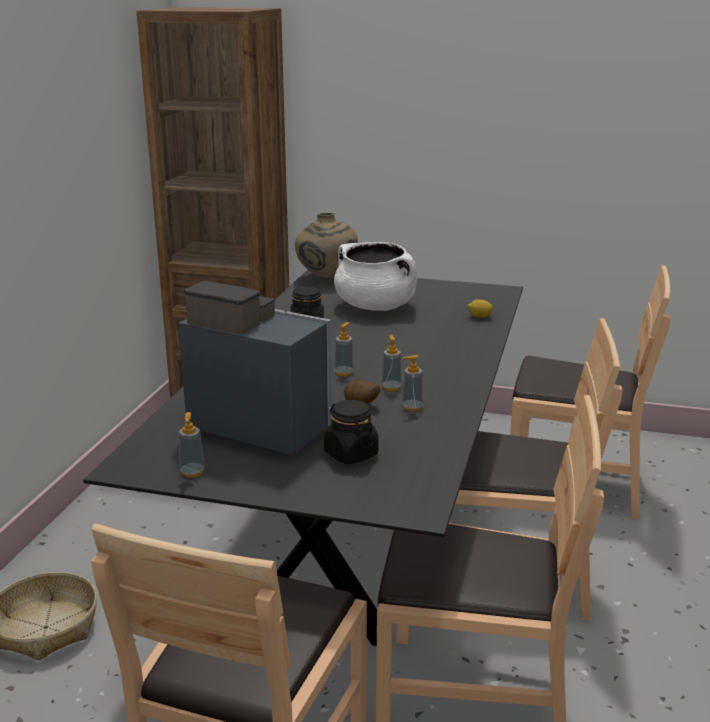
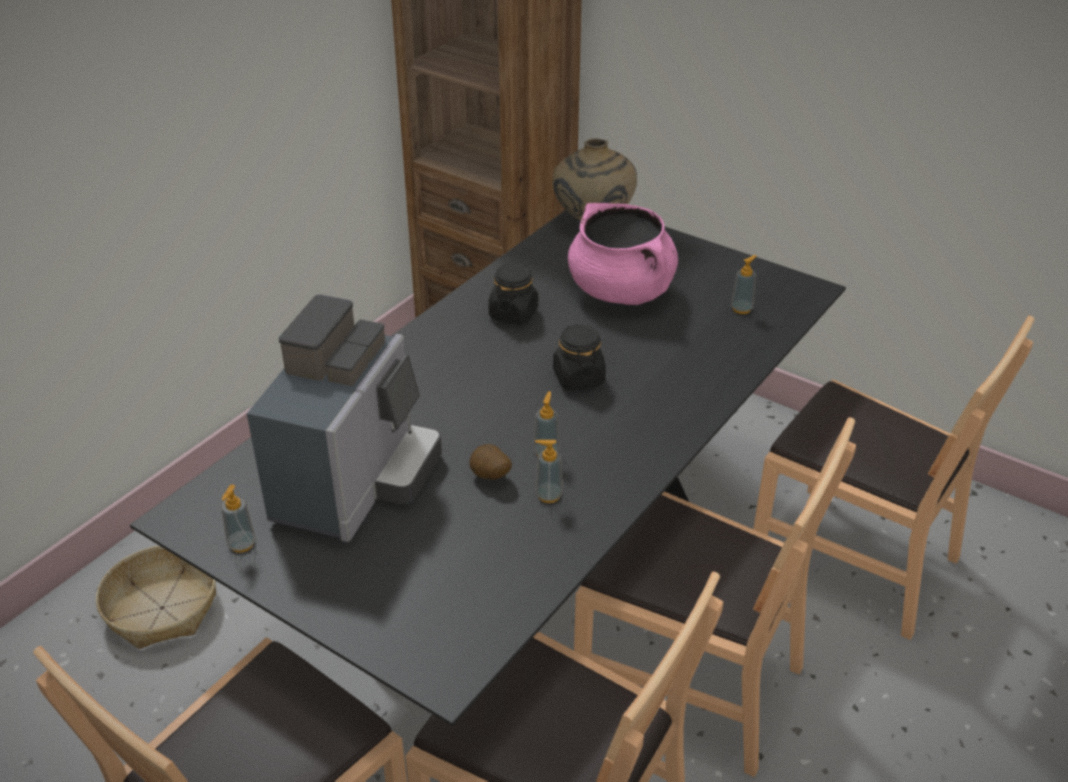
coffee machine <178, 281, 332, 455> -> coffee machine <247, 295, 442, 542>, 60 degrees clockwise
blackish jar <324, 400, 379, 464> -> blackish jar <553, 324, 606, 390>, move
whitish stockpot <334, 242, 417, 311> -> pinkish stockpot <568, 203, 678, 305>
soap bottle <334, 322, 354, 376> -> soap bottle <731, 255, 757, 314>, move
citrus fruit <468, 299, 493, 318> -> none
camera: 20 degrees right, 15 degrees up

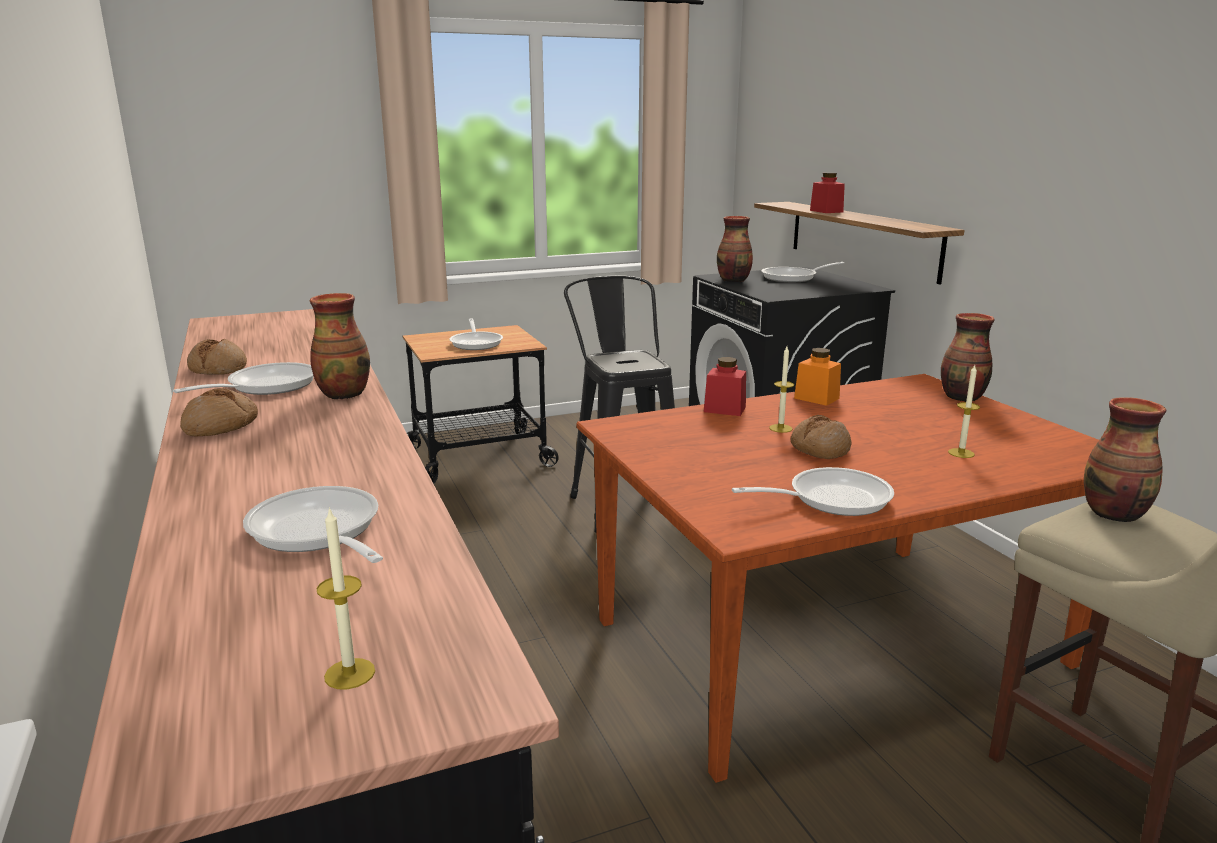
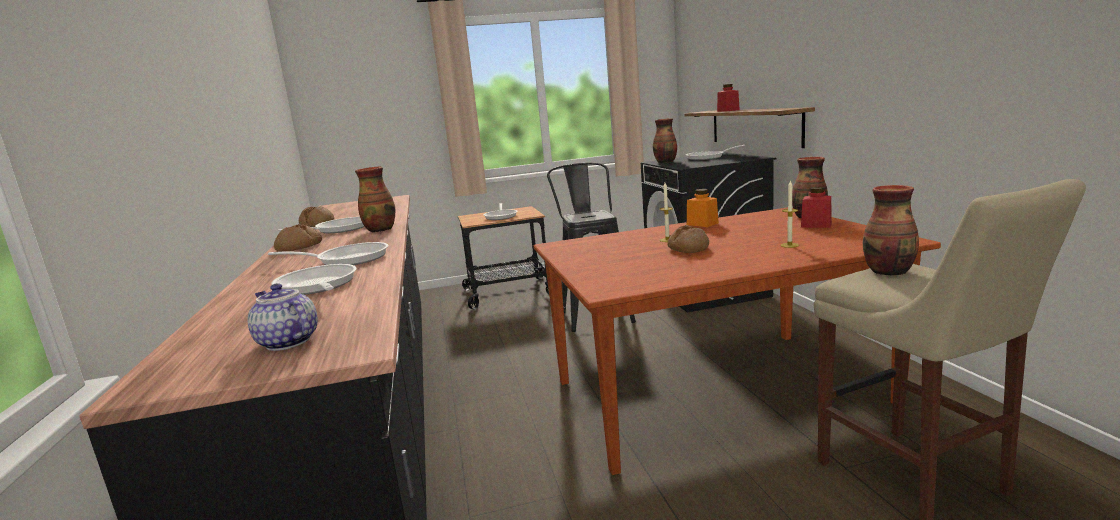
wax candle <317, 507, 375, 690> -> pot for tea <248, 283, 318, 351>
red-coloured jar <704, 357, 746, 416> -> red-coloured jar <801, 187, 832, 228>, move
frying pan <732, 467, 894, 516> -> frying pan <268, 242, 389, 265>, move
camera: 10 degrees right, 5 degrees down

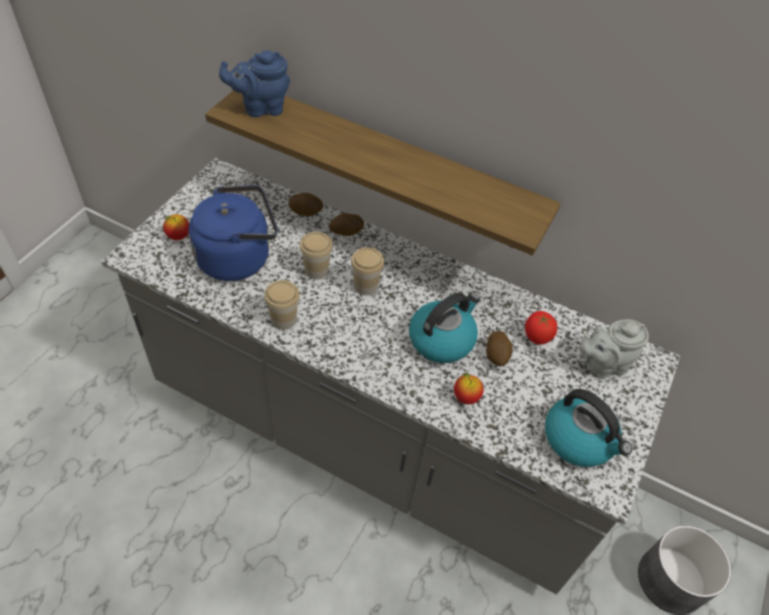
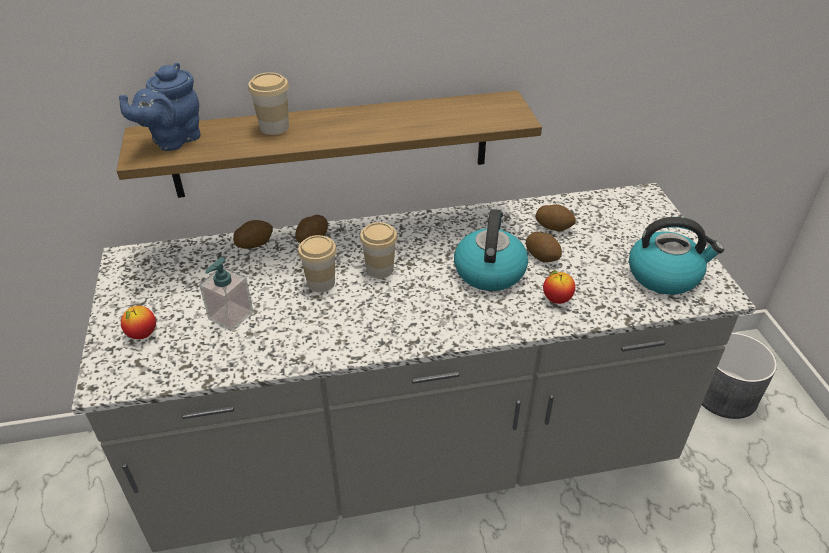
bluish tea kettle <189, 185, 278, 281> -> soap bottle <199, 257, 253, 331>
cup <264, 280, 300, 330> -> cup <248, 72, 289, 135>, move
tomato <525, 311, 557, 345> -> potato <535, 204, 576, 231>
gray pot for tea <579, 319, 649, 379> -> none
camera: 35 degrees left, 10 degrees down

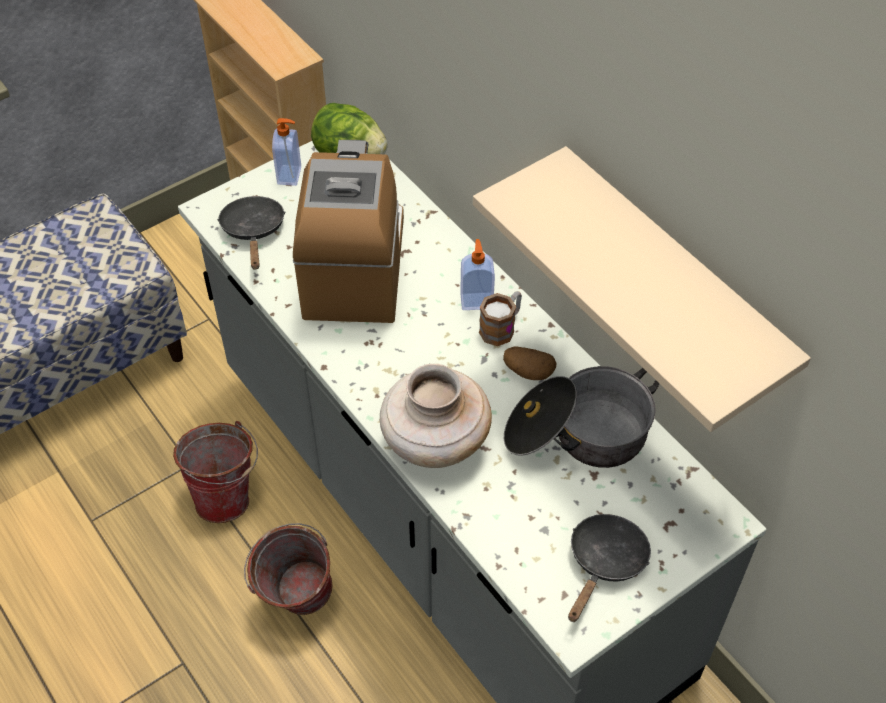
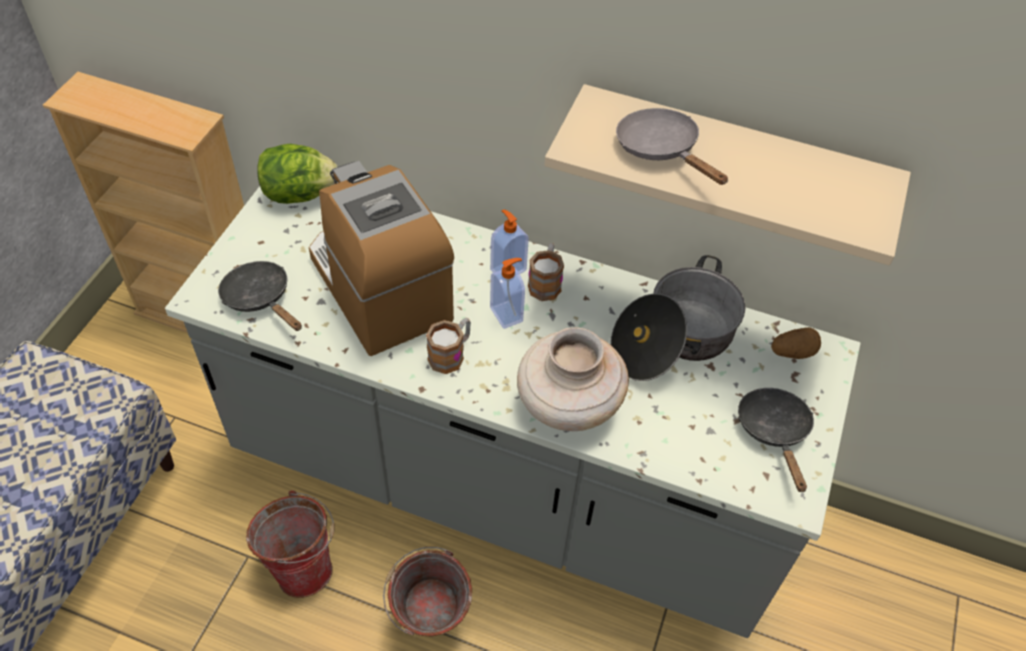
soap bottle <272, 118, 301, 186> -> soap bottle <490, 258, 525, 329>, move
potato <503, 346, 556, 380> -> potato <771, 327, 821, 359>, move
none -> coffee mug <426, 318, 471, 374>
none -> gray frying pan <616, 108, 728, 185>
camera: 35 degrees left, 0 degrees up

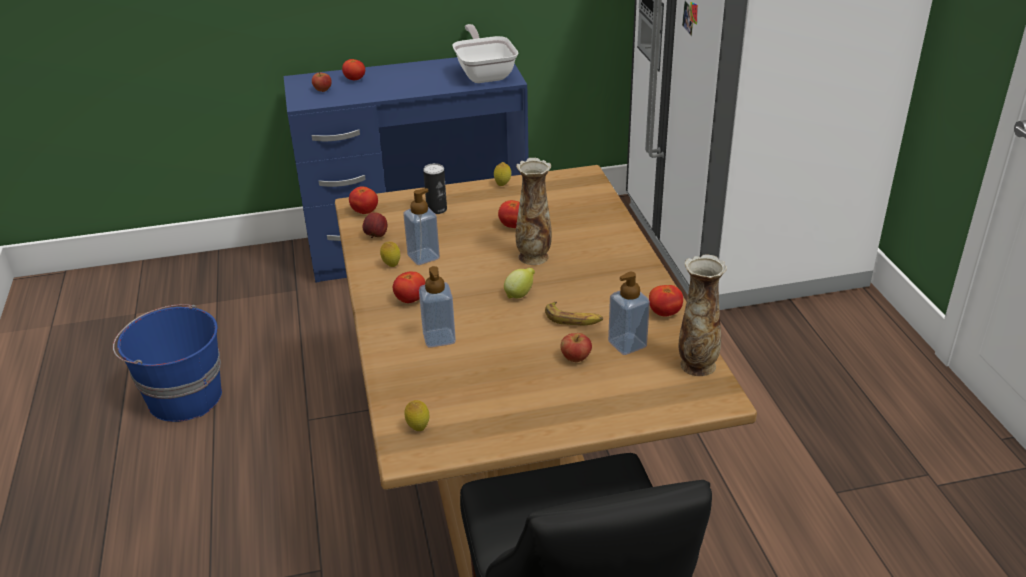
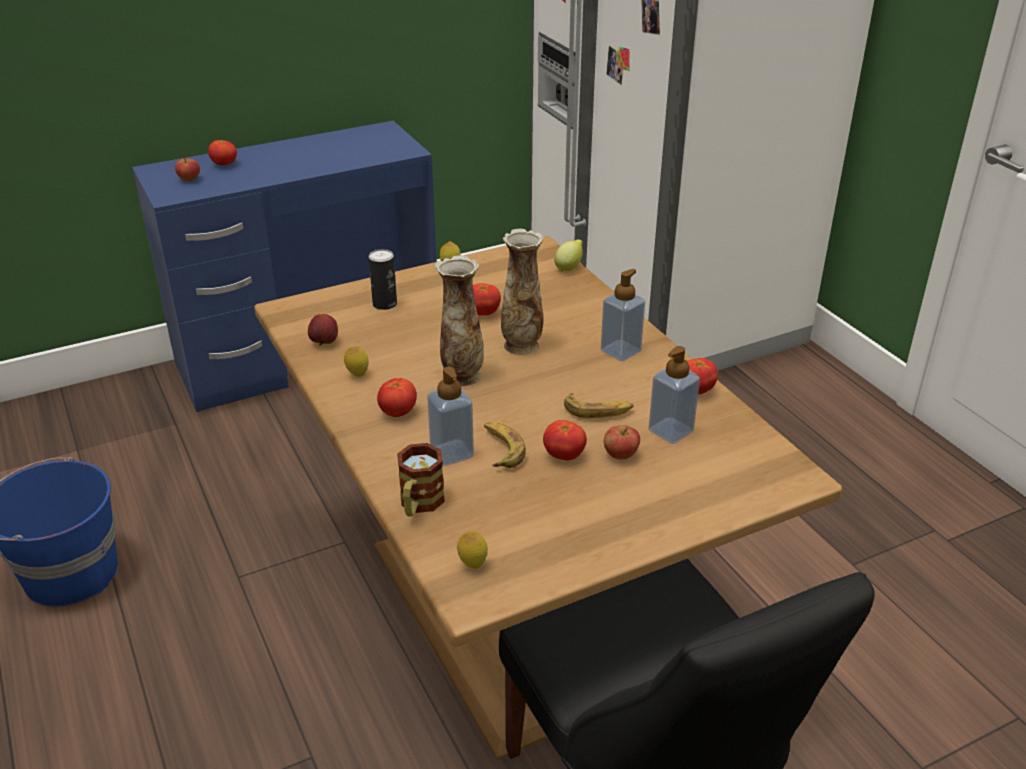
tomato <349, 186, 378, 214> -> tomato <543, 420, 587, 461>, move
soap bottle <403, 188, 440, 265> -> soap bottle <601, 269, 645, 361>, move
frying pan <452, 24, 518, 83> -> none
citrus fruit <504, 268, 535, 298> -> citrus fruit <554, 240, 583, 272>, move
decorative vase <679, 255, 727, 376> -> decorative vase <435, 255, 484, 386>, move
none -> coffee mug <397, 443, 445, 517>
none -> whole banana <484, 422, 526, 468>
camera: 15 degrees left, 0 degrees up

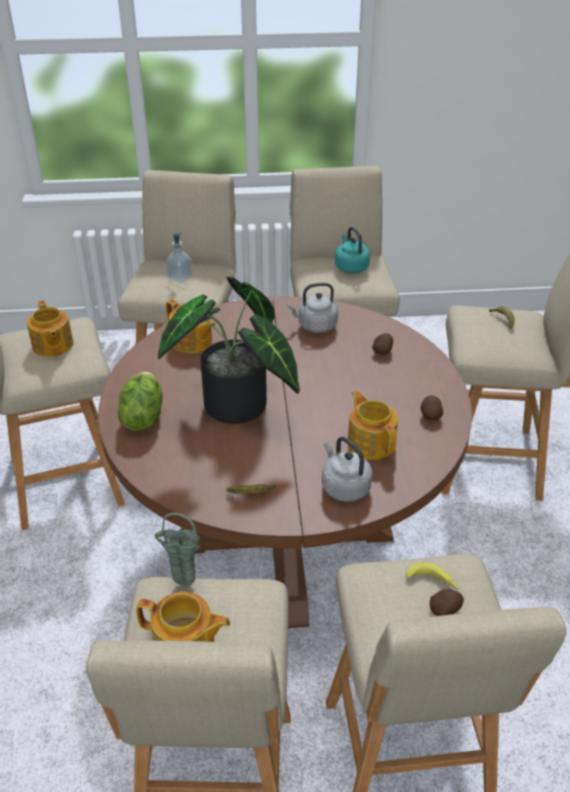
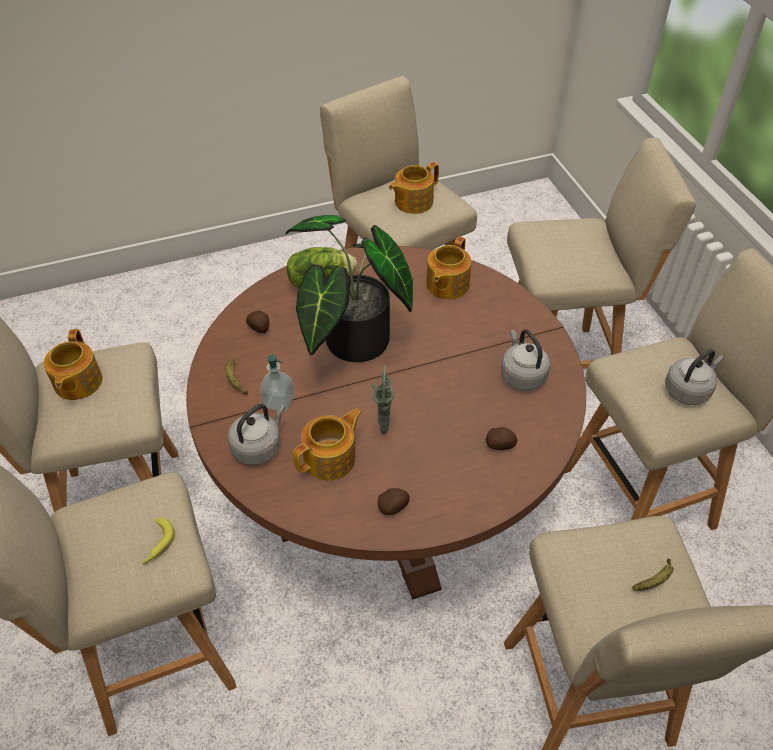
greenish decorative vase <154, 513, 201, 586> -> greenish decorative vase <372, 364, 394, 434>, move
soap bottle <166, 233, 192, 282> -> soap bottle <260, 355, 294, 412>, move
turquoise tea kettle <335, 227, 370, 274> -> gray tea kettle <665, 349, 724, 405>
potato <430, 589, 464, 616> -> potato <246, 311, 269, 333>, move
camera: 75 degrees right, 10 degrees up

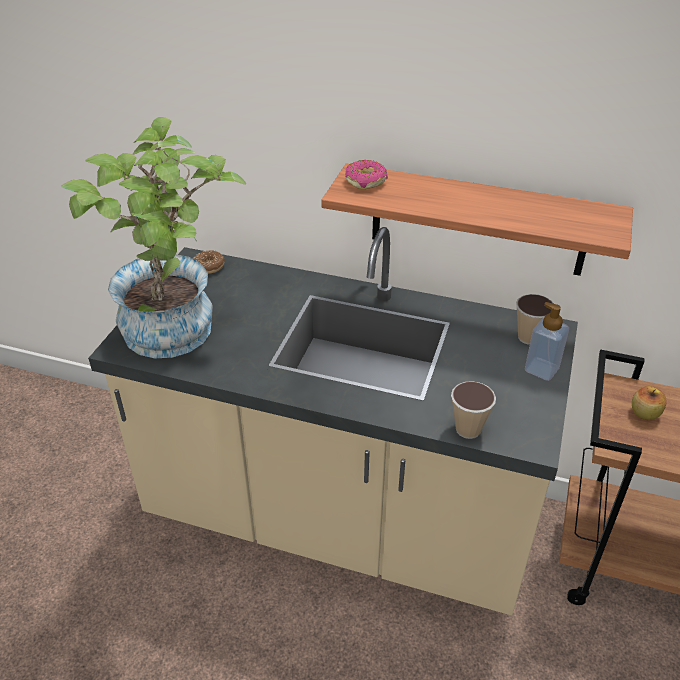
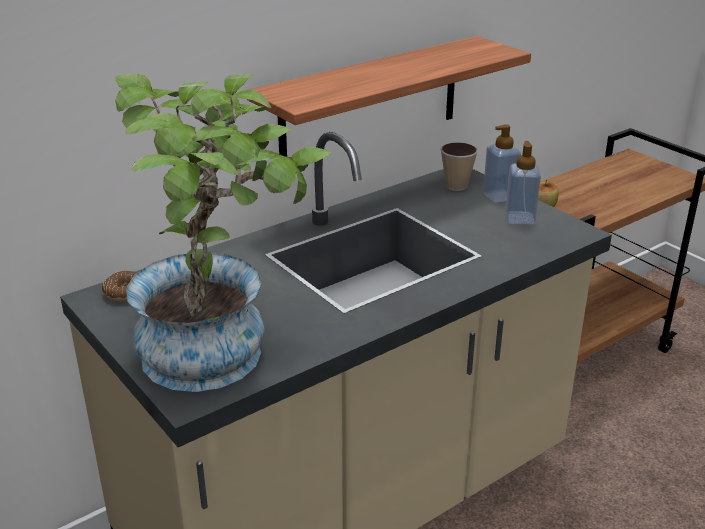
donut <345, 160, 388, 190> -> none
cup <451, 381, 496, 439> -> none
none -> soap bottle <505, 141, 541, 225>
camera: 55 degrees left, 10 degrees down

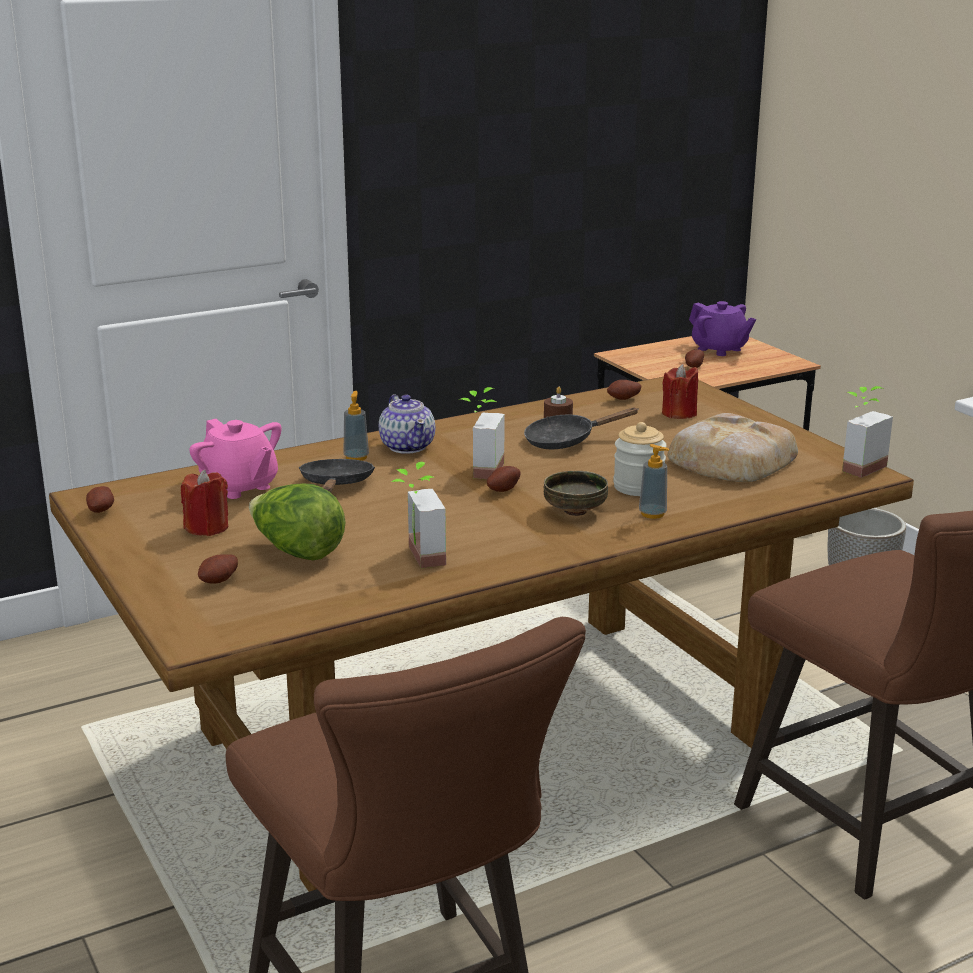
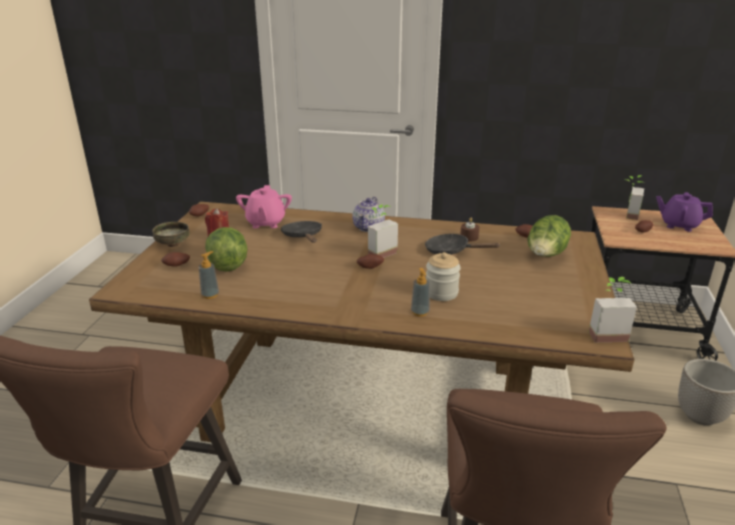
blackish frying pan <299, 459, 375, 492> -> blackish frying pan <281, 221, 322, 243>, 60 degrees counterclockwise
soap bottle <344, 391, 369, 461> -> soap bottle <199, 251, 219, 299>, move
potted plant <392, 462, 446, 568> -> potted plant <625, 175, 644, 220>, move
serving bowl <544, 471, 608, 516> -> serving bowl <152, 222, 190, 247>, move
red-coloured wax candle <662, 364, 698, 419> -> head of lettuce <528, 215, 571, 257>
baked bread <668, 413, 798, 482> -> none
purple-coloured pot for tea <689, 301, 756, 356> -> purple-coloured pot for tea <656, 192, 713, 232>, 120 degrees clockwise
camera: 40 degrees right, 5 degrees up

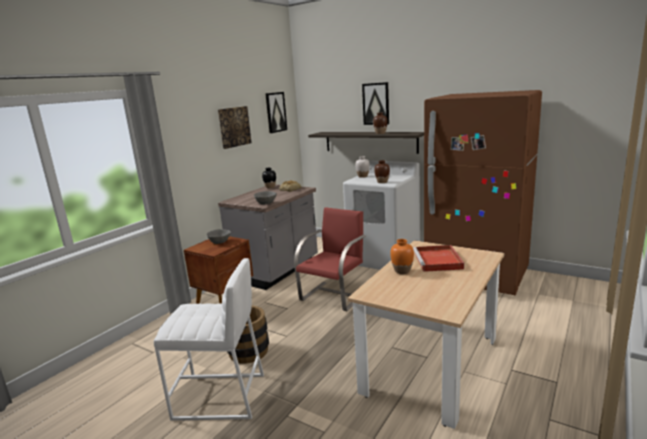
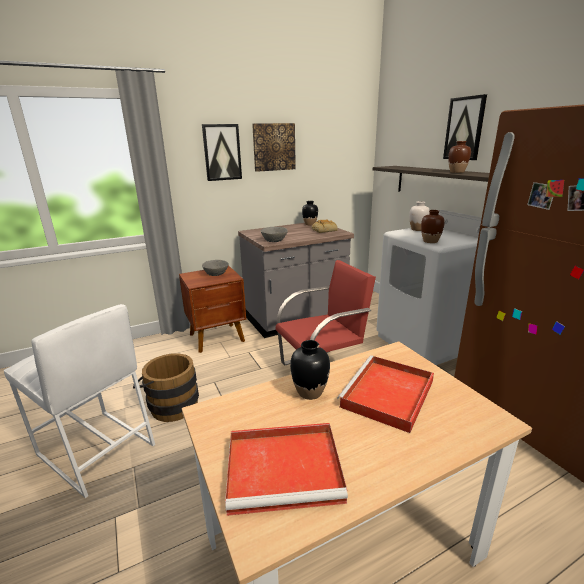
wall art <265, 92, 287, 133> -> wall art <202, 124, 242, 181>, move
orangey decorative vase <390, 239, 414, 274> -> blackish decorative vase <290, 340, 330, 400>
none -> red-coloured carrying tray <225, 423, 348, 516>
camera: 30 degrees right, 5 degrees up

